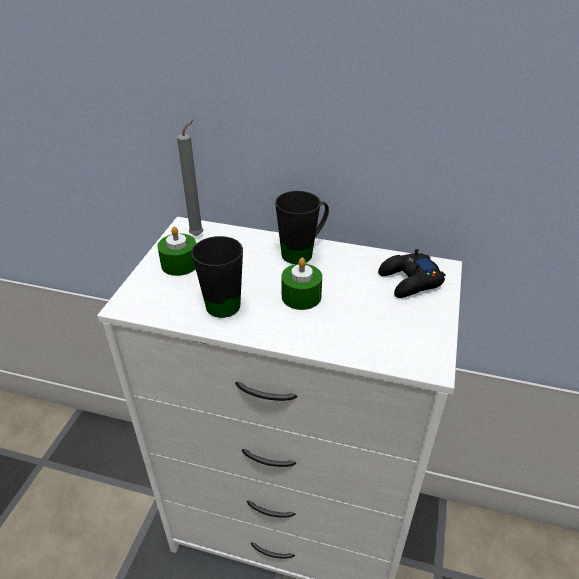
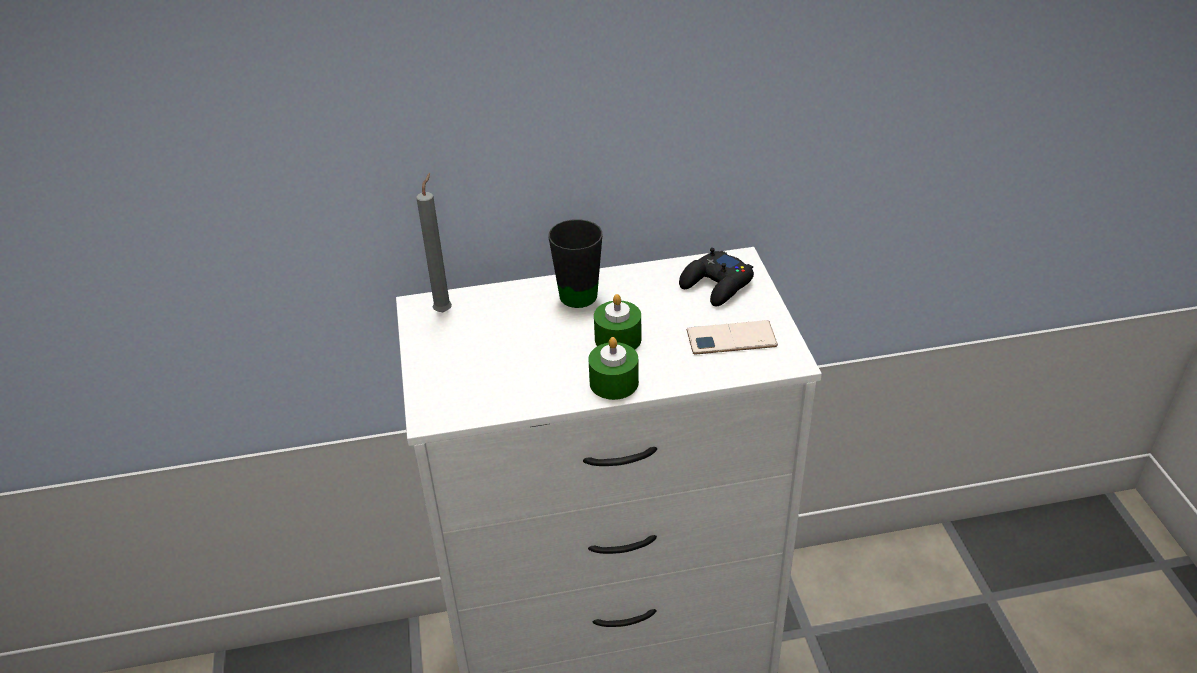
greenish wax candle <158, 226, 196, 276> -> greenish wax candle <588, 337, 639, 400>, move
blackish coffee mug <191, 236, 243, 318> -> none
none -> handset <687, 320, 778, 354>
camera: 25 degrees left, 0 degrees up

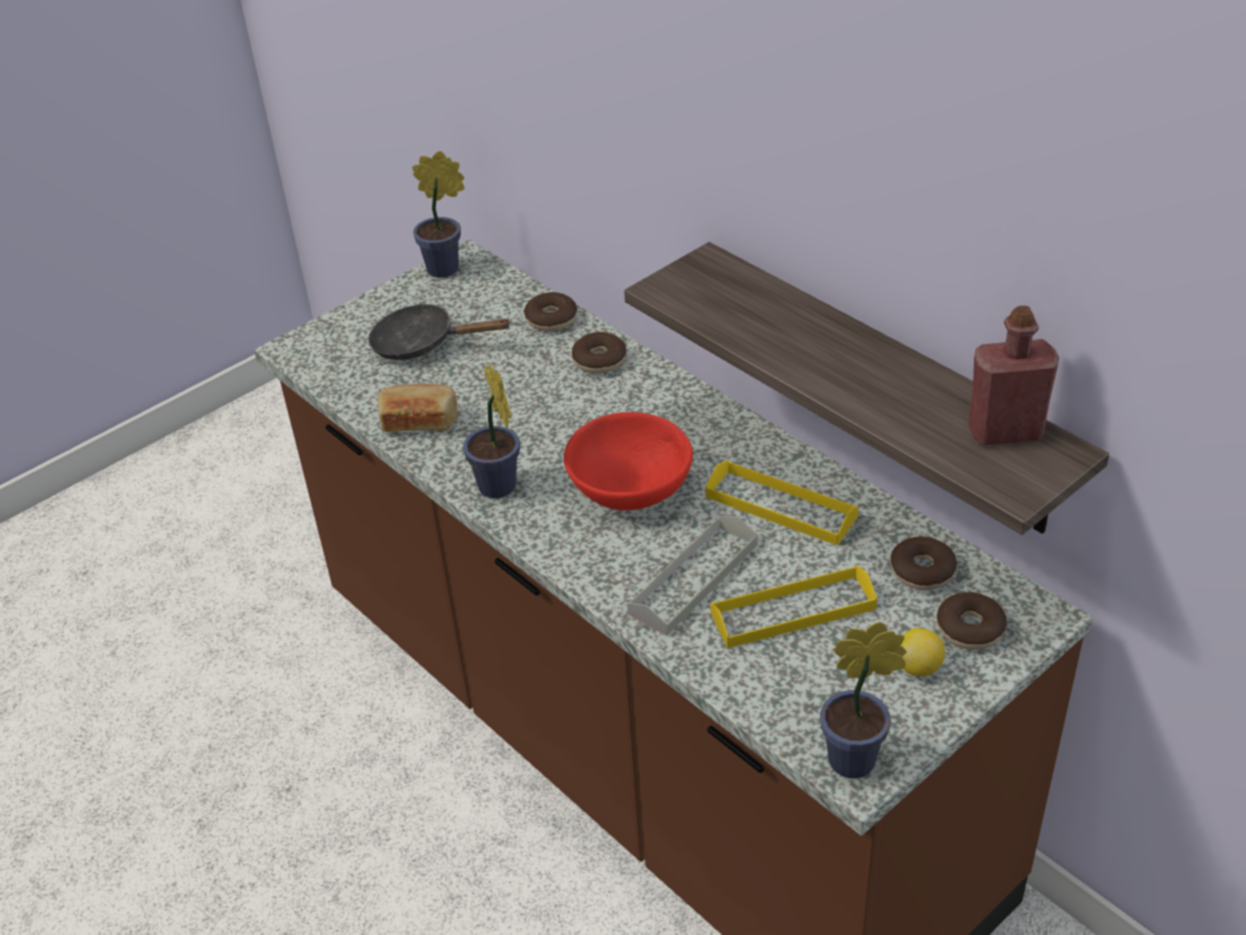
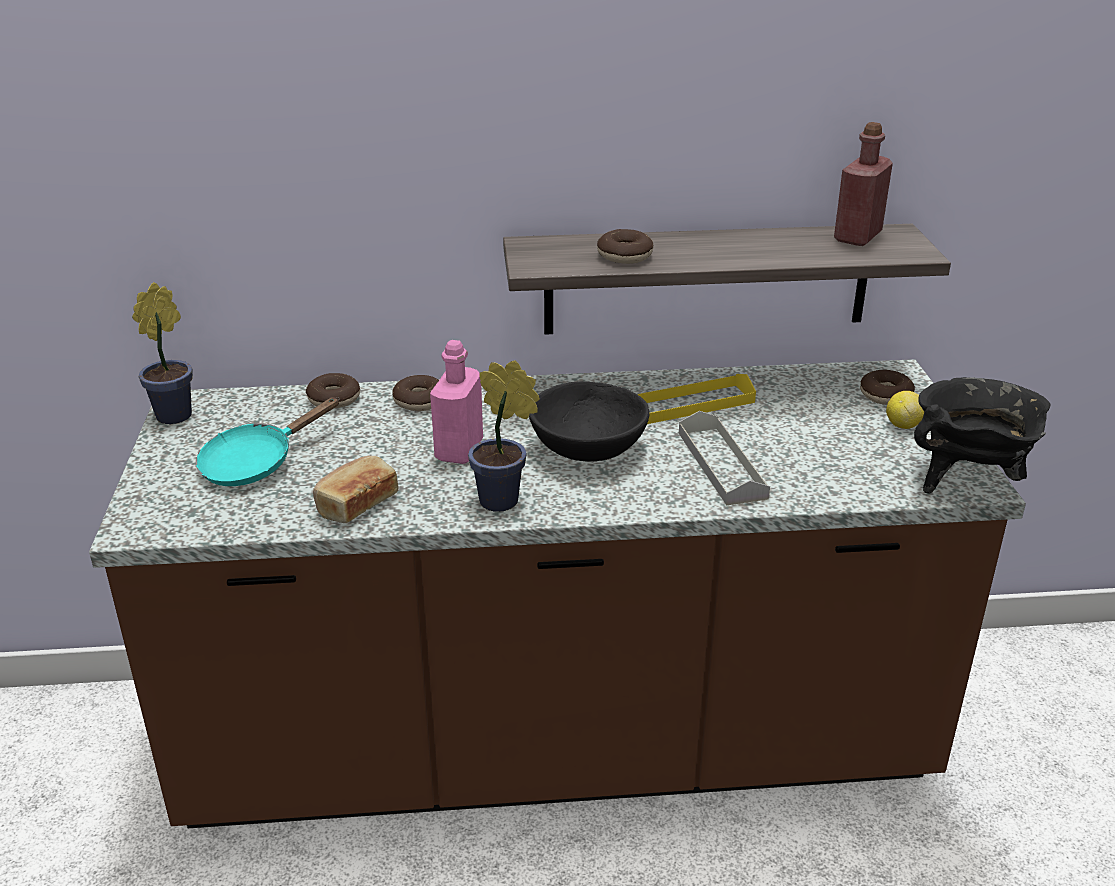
blackish frying pan <368, 303, 511, 360> -> turquoise frying pan <196, 397, 340, 486>
red-coloured serving bowl <564, 412, 693, 510> -> blackish serving bowl <529, 381, 649, 461>
yellow-coloured carrying tray <711, 565, 877, 648> -> none
potted plant <820, 622, 907, 779> -> blackish stockpot <914, 377, 1051, 493>
donut <890, 537, 957, 590> -> donut <597, 229, 653, 264>, move
none -> pinkish bottle <430, 340, 483, 464>
camera: 55 degrees left, 10 degrees down

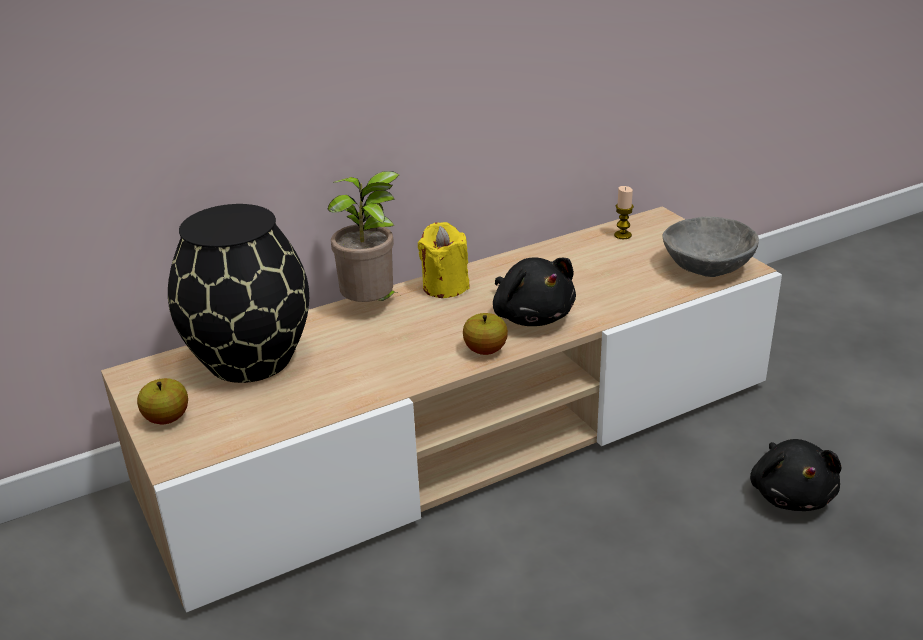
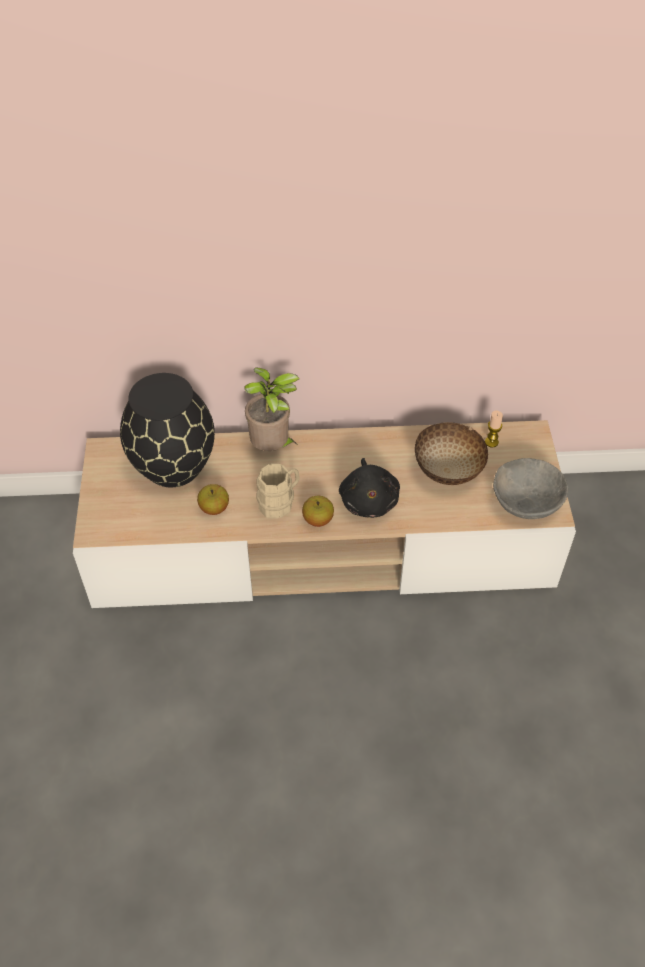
whole apple <137, 378, 188, 424> -> whole apple <197, 484, 229, 515>, move
yellow-coloured wax candle <418, 222, 470, 298> -> none
blackish cuddly toy <750, 439, 842, 511> -> none
none -> sand-coloured coffee mug <256, 464, 300, 518>
none -> serving bowl <415, 422, 488, 485>
camera: 25 degrees right, 20 degrees up

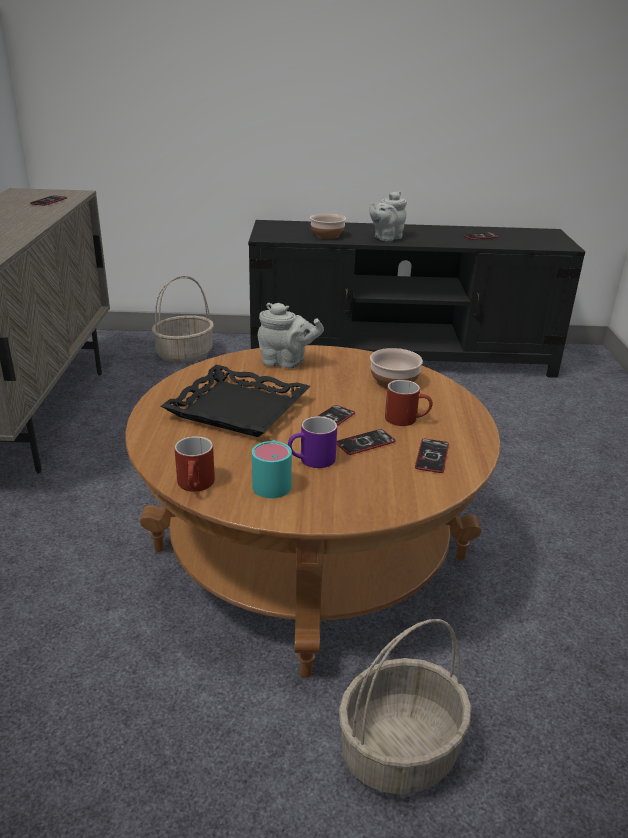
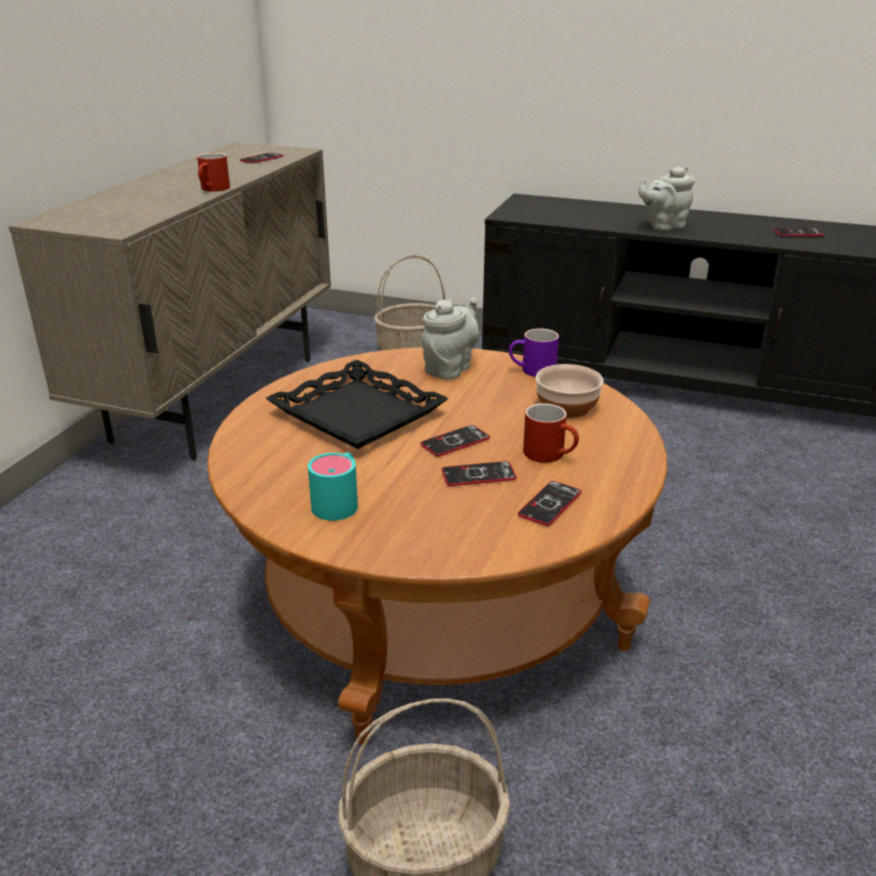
red-coloured coffee mug <175, 436, 215, 492> -> red-coloured coffee mug <197, 153, 230, 192>, move
gray pot for tea <258, 303, 324, 368> -> gray pot for tea <421, 298, 479, 380>, 90 degrees counterclockwise
purple-coloured coffee mug <288, 416, 337, 468> -> purple-coloured coffee mug <509, 328, 559, 377>, move
serving bowl <310, 213, 346, 239> -> none
camera: 20 degrees right, 0 degrees up

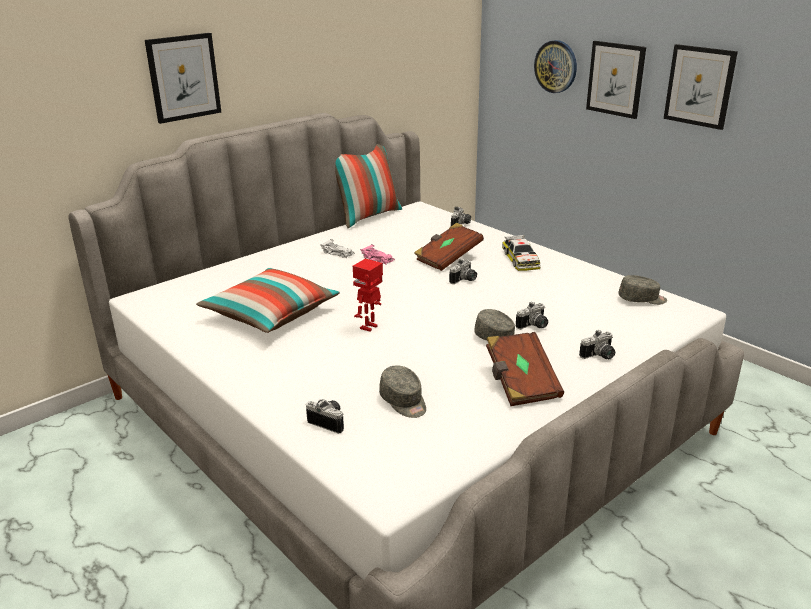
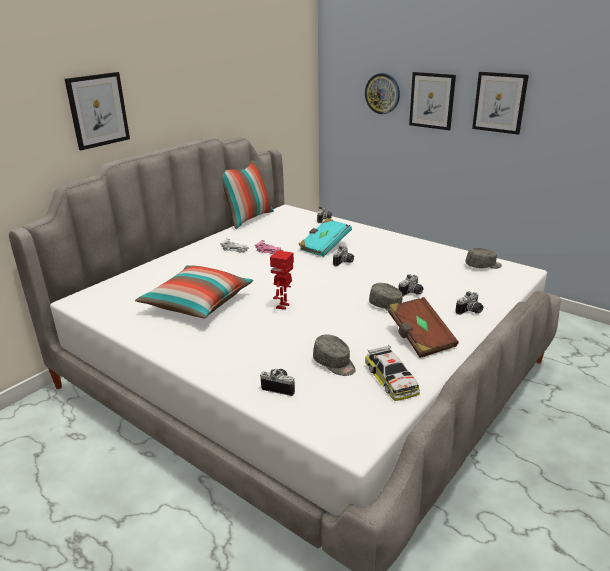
brown-coloured bound book <414, 223, 484, 271> -> turquoise bound book <298, 218, 352, 257>
model car <502, 235, 540, 271> -> model car <365, 344, 420, 401>, move
camera: 10 degrees left, 0 degrees up

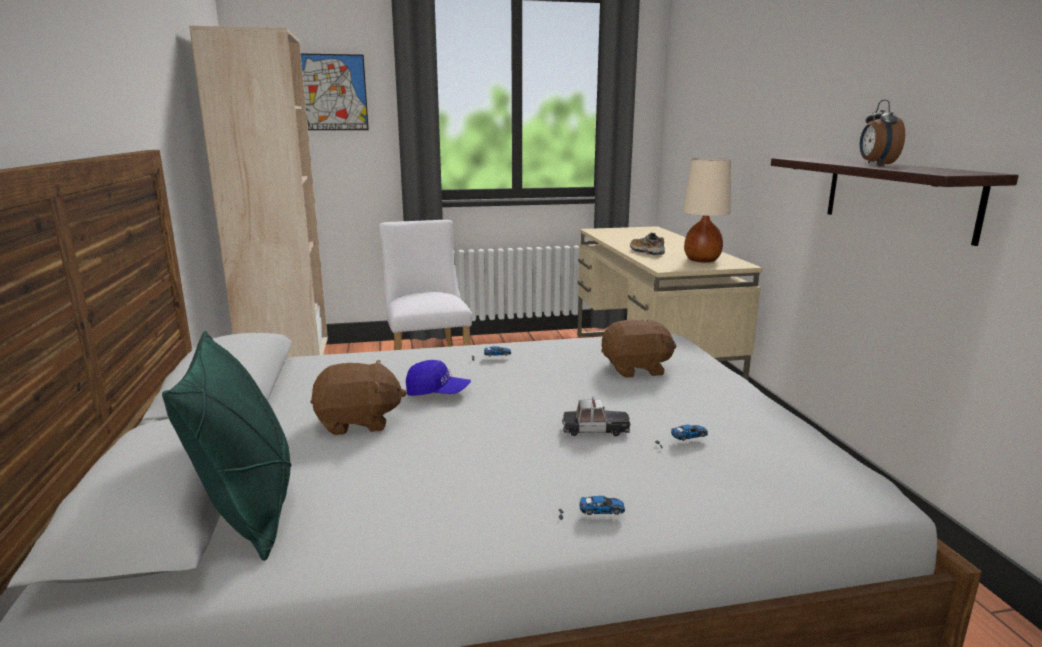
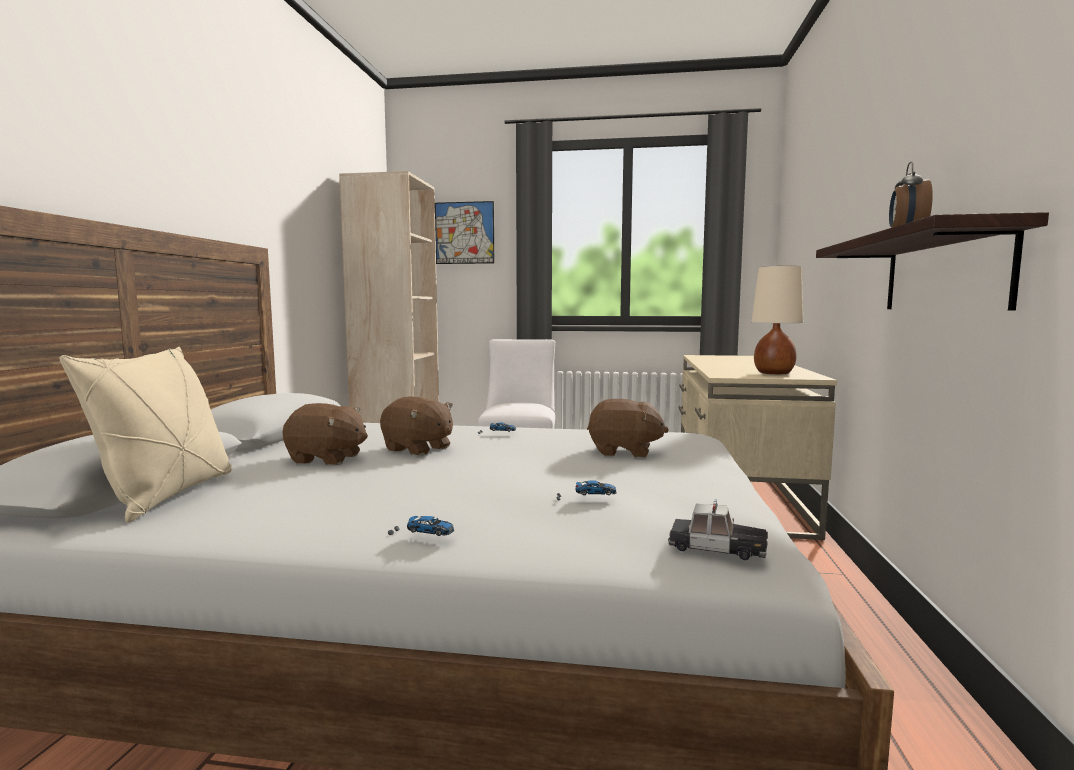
greenish pillow <162, 331, 291, 561> -> sand-coloured pillow <60, 347, 232, 523>
bluish baseball cap <406, 360, 471, 396> -> brown-coloured cuddly toy <380, 397, 453, 456>
model car <562, 396, 630, 436> -> model car <668, 500, 768, 560>, move
low shoe <630, 232, 665, 256> -> none
camera: 20 degrees right, 10 degrees down

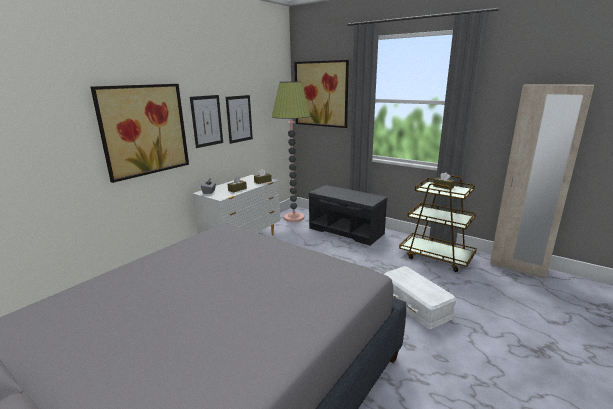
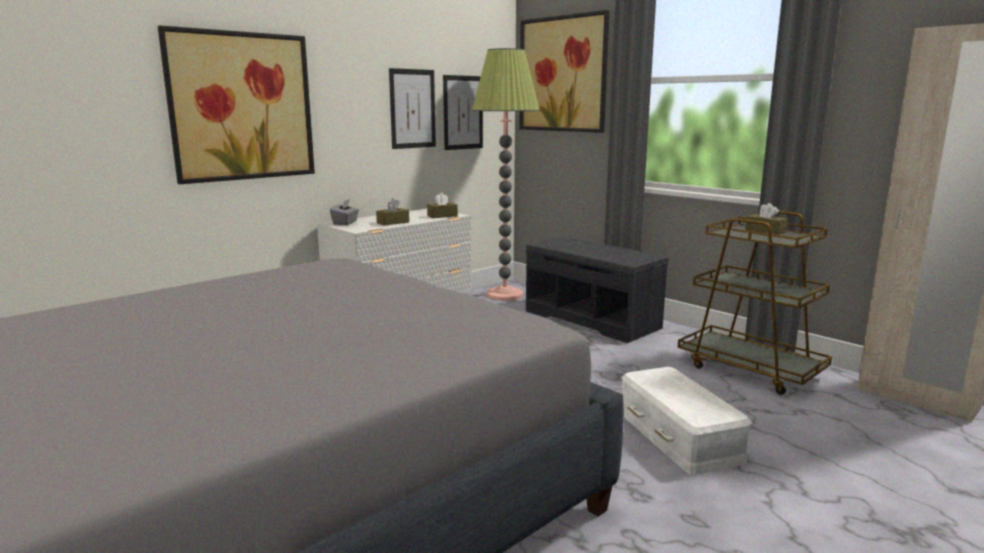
wall art <190, 95, 223, 148> -> wall art <443, 75, 483, 150>, move
camera: 10 degrees right, 5 degrees down

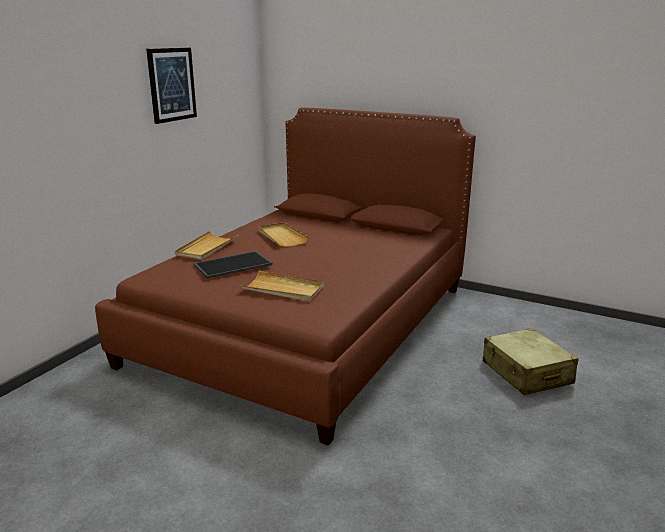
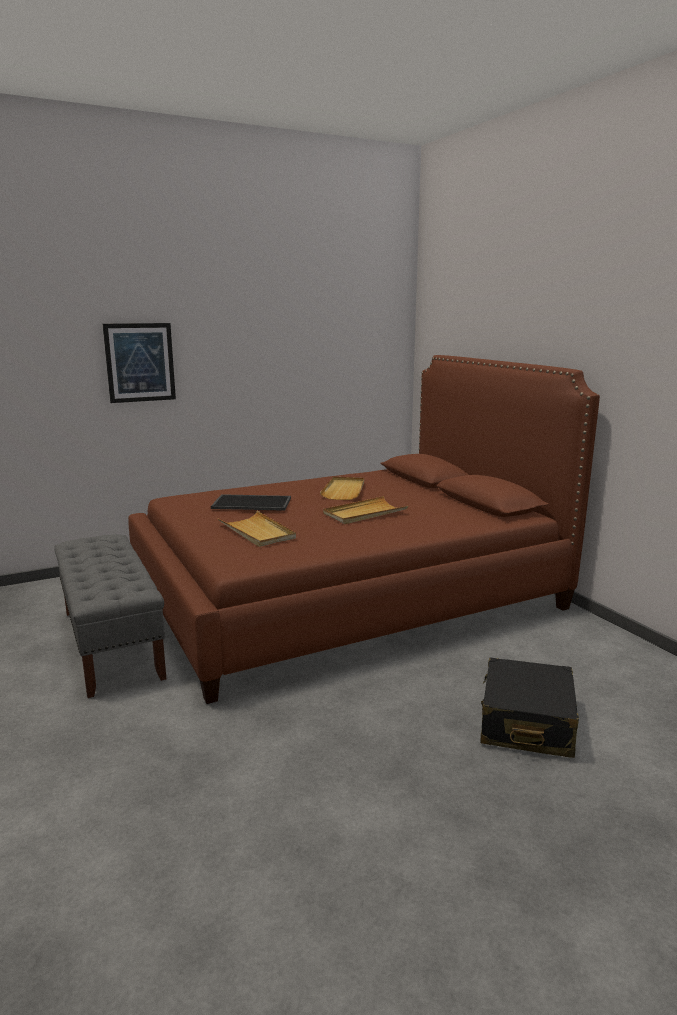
wall art <146, 48, 197, 124> -> wall art <103, 323, 176, 403>, move
sand-coloured carrying tray <175, 231, 238, 260> -> sand-coloured carrying tray <323, 496, 408, 524>, move
sand-coloured travel case <483, 328, 579, 395> -> blackish travel case <481, 658, 579, 758>
none -> gray indoor bench <54, 534, 166, 698>
camera: 35 degrees right, 5 degrees down

